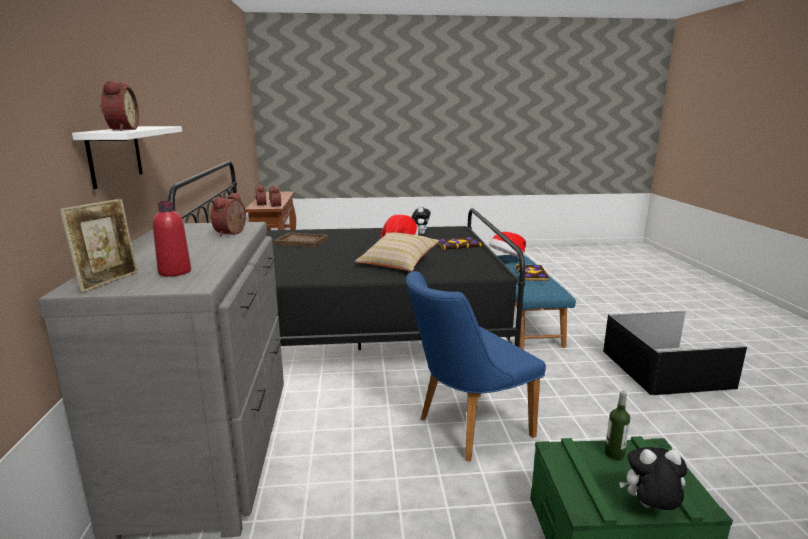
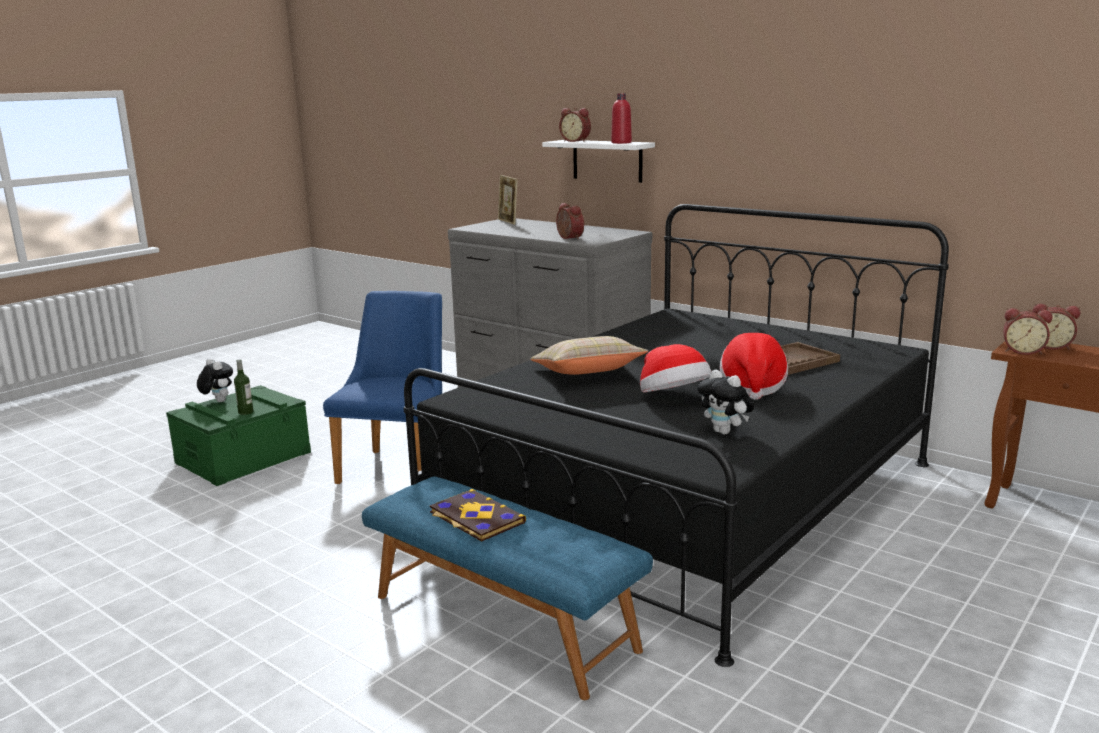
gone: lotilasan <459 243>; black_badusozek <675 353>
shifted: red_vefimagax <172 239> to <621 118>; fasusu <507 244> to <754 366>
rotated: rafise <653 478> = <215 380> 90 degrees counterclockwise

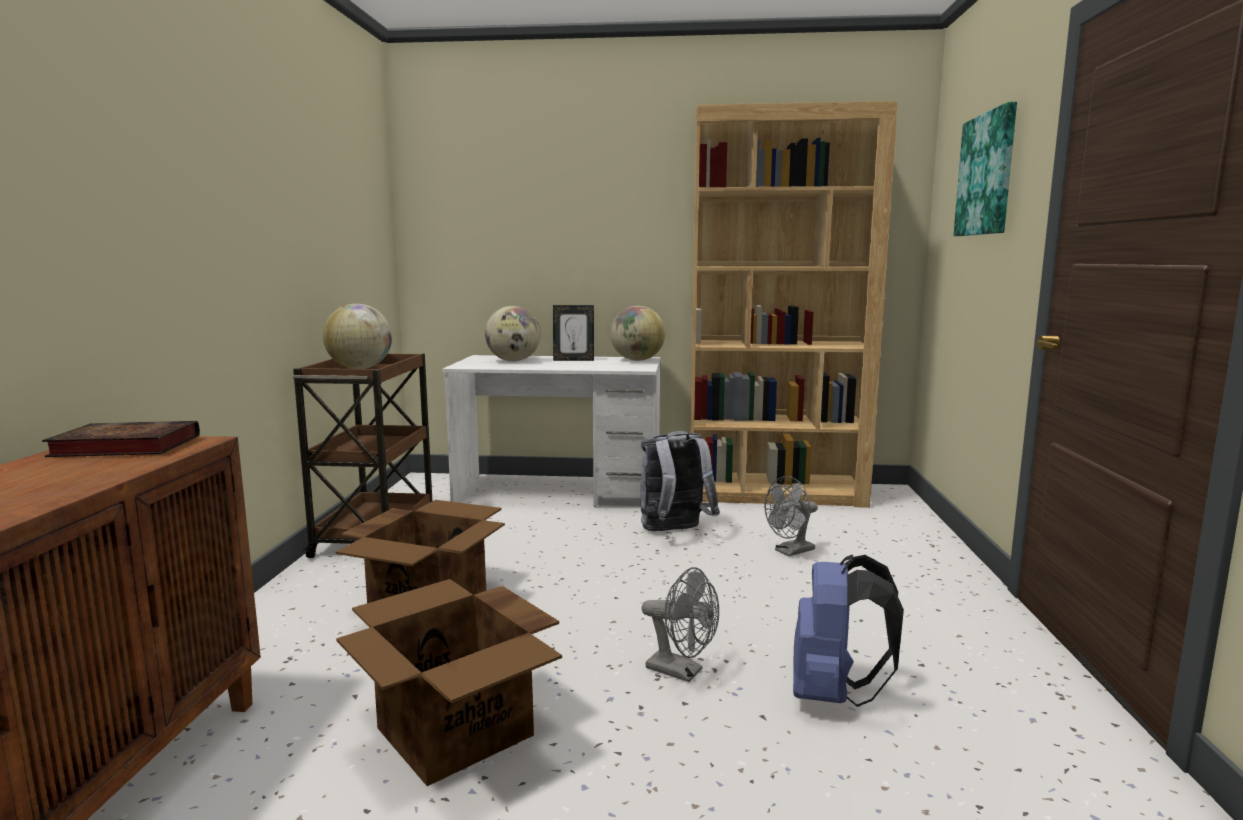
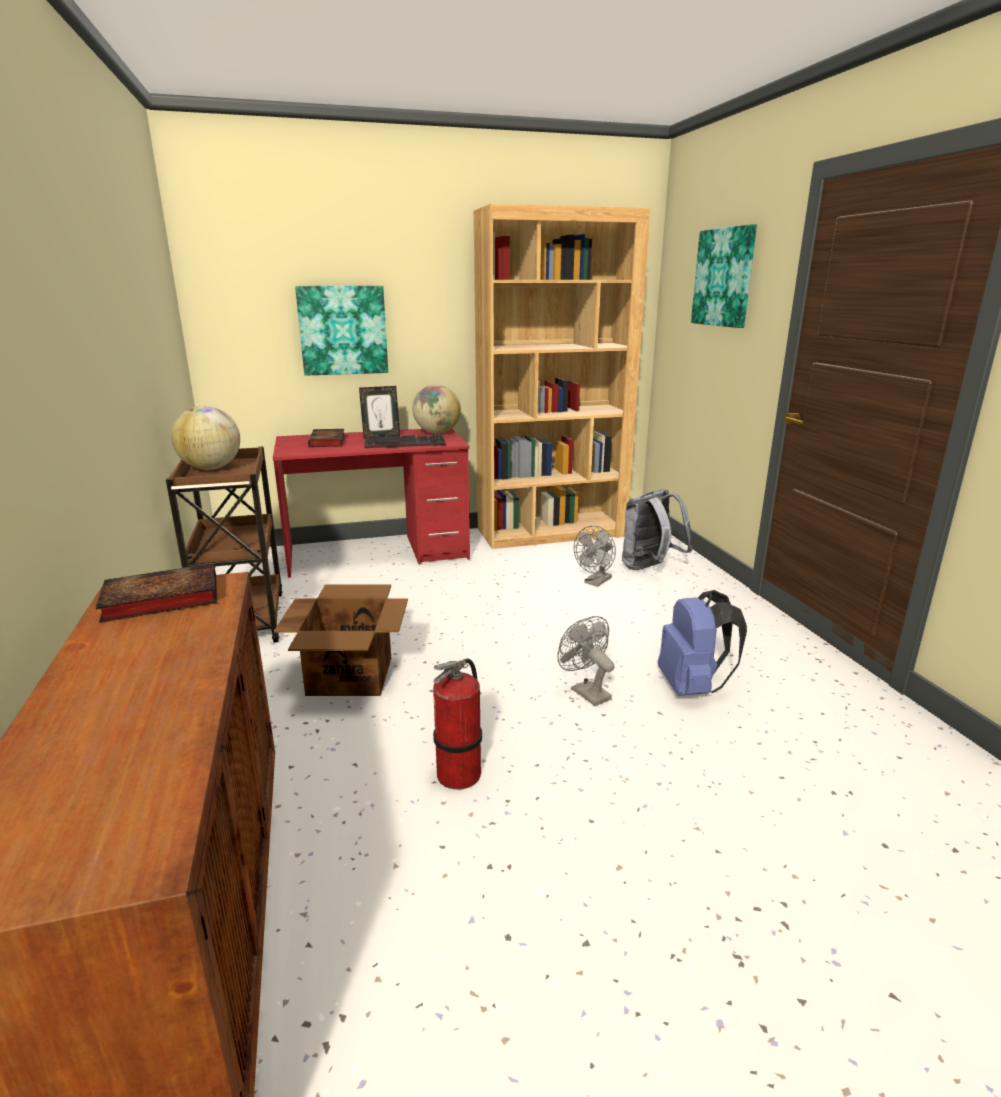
new: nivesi <341 331>; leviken <405 441>
shifted: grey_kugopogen <680 481> to <657 529>
swapped: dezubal <513 333> to lotilasan <326 438>; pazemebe <449 682> to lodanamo <457 724>
repainted: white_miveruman <551 431> to red_miveruman <371 503>
rotated: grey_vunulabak <680 624> = <585 661> 135 degrees counterclockwise

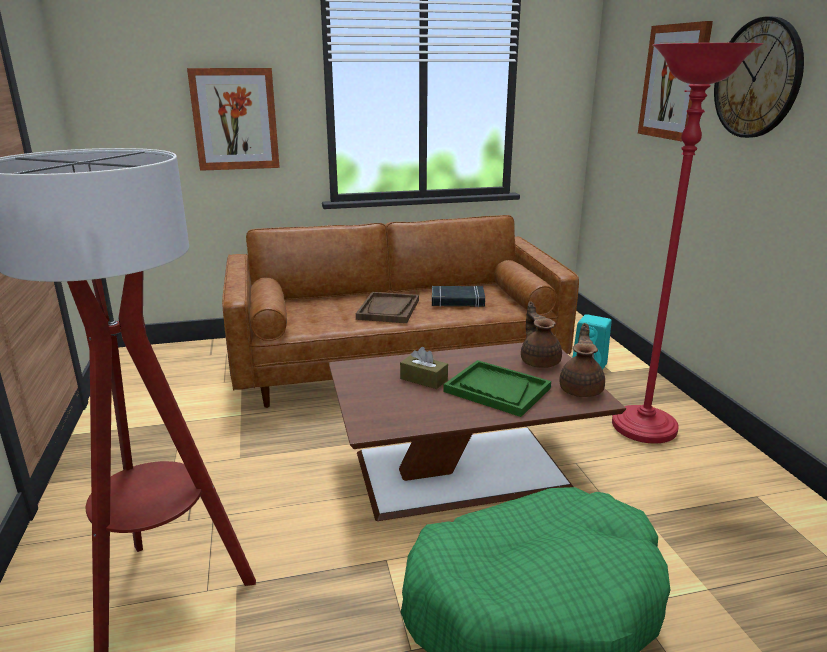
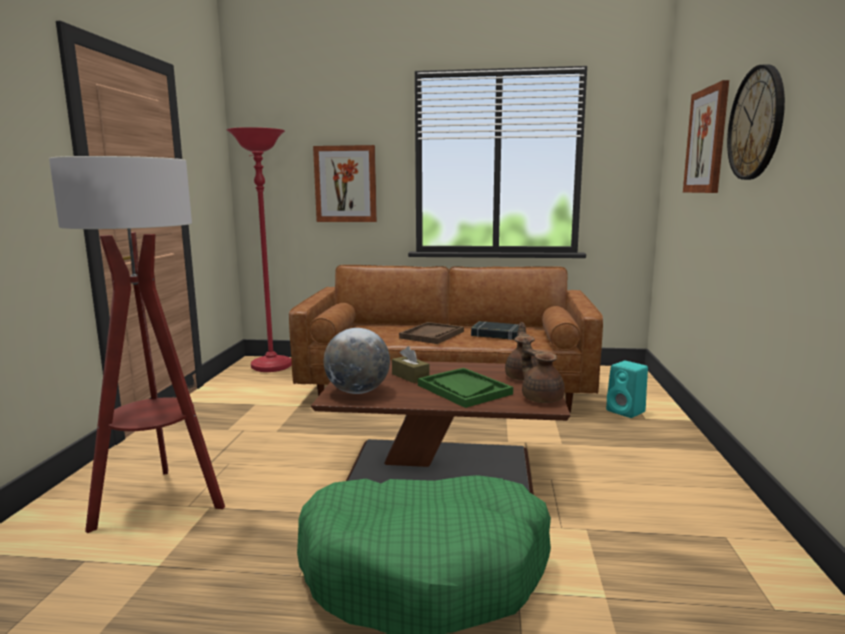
new: dezubal <357 361>
shifted: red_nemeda <687 243> to <259 249>
rotated: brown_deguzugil <582 360> = <543 370> 60 degrees counterclockwise

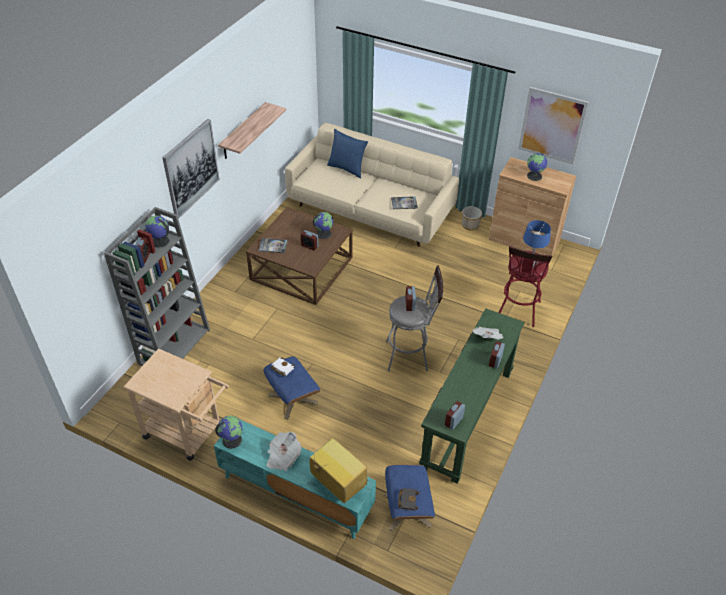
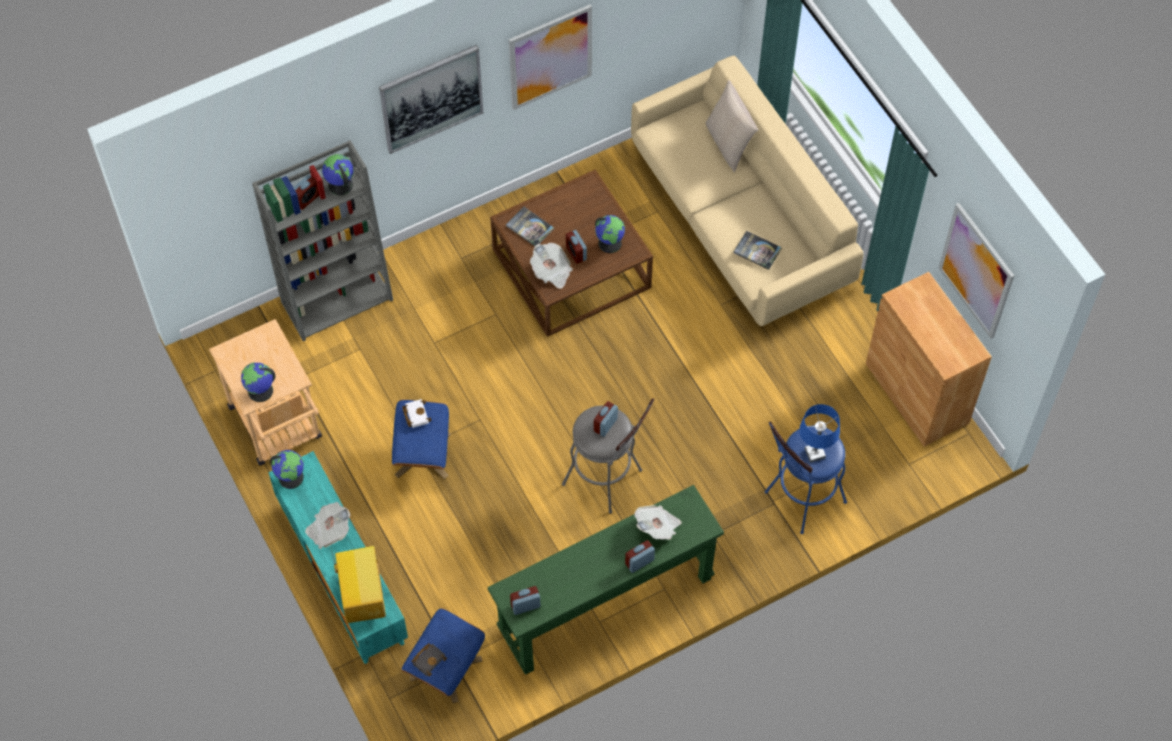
gone: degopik <472 218>
new: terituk <551 266>
shifted: dezubal <537 167> to <258 382>
swapped: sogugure <252 130> to nivesi <550 57>
repainted: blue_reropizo <347 154> to beige_reropizo <732 126>; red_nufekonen <526 286> to blue_nufekonen <806 478>

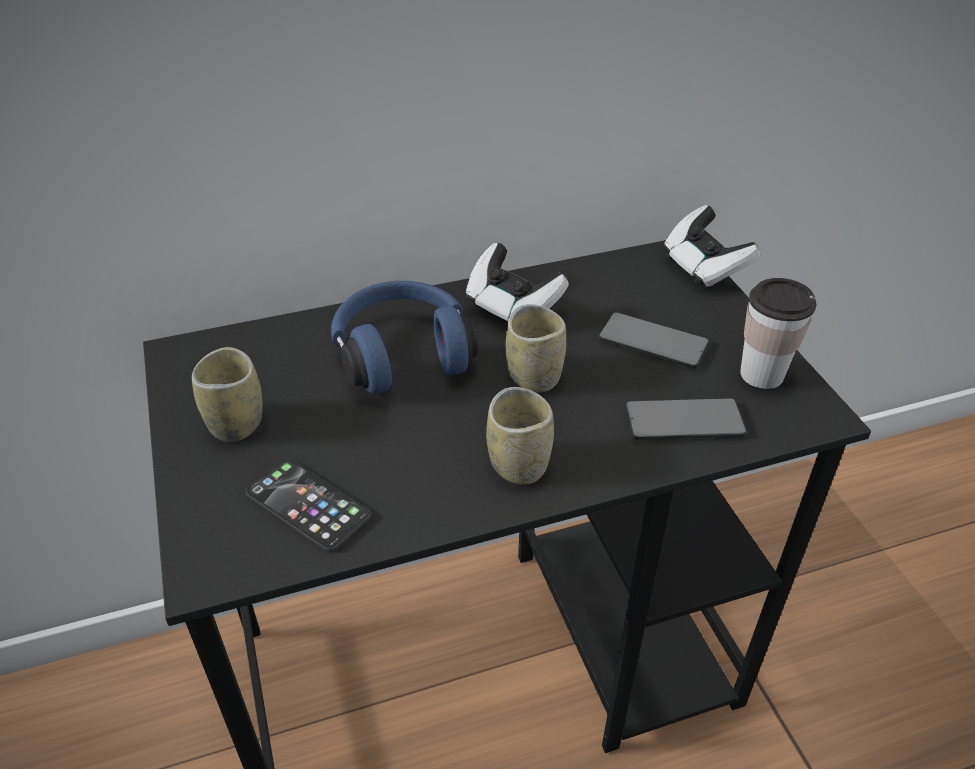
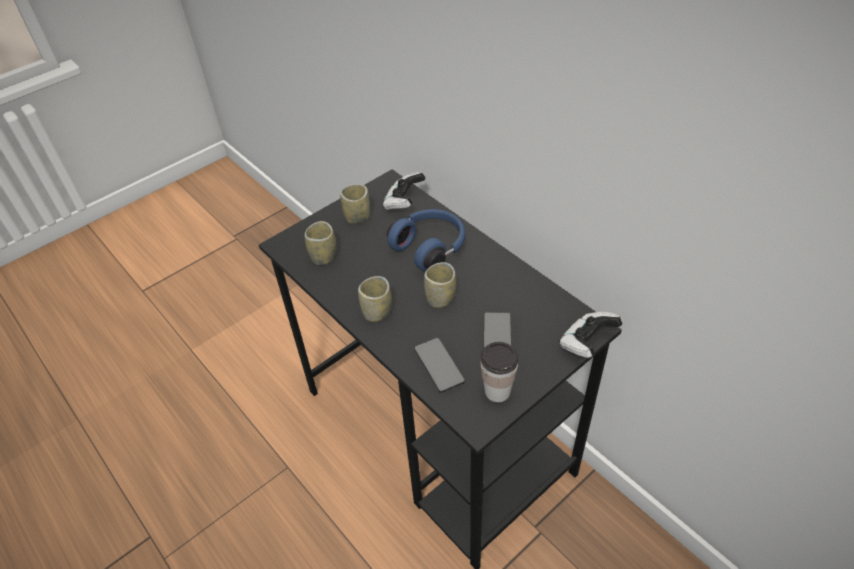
shifted: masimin <517 283> to <403 191>
swapped: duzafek <308 505> to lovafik <320 243>

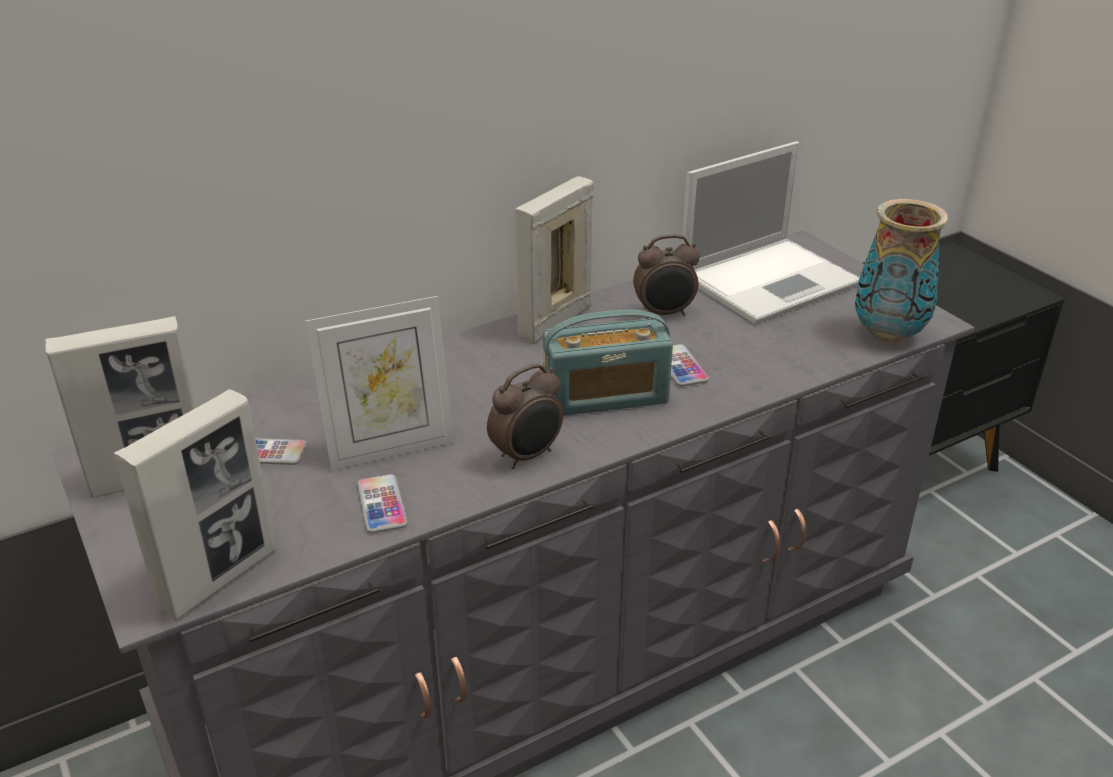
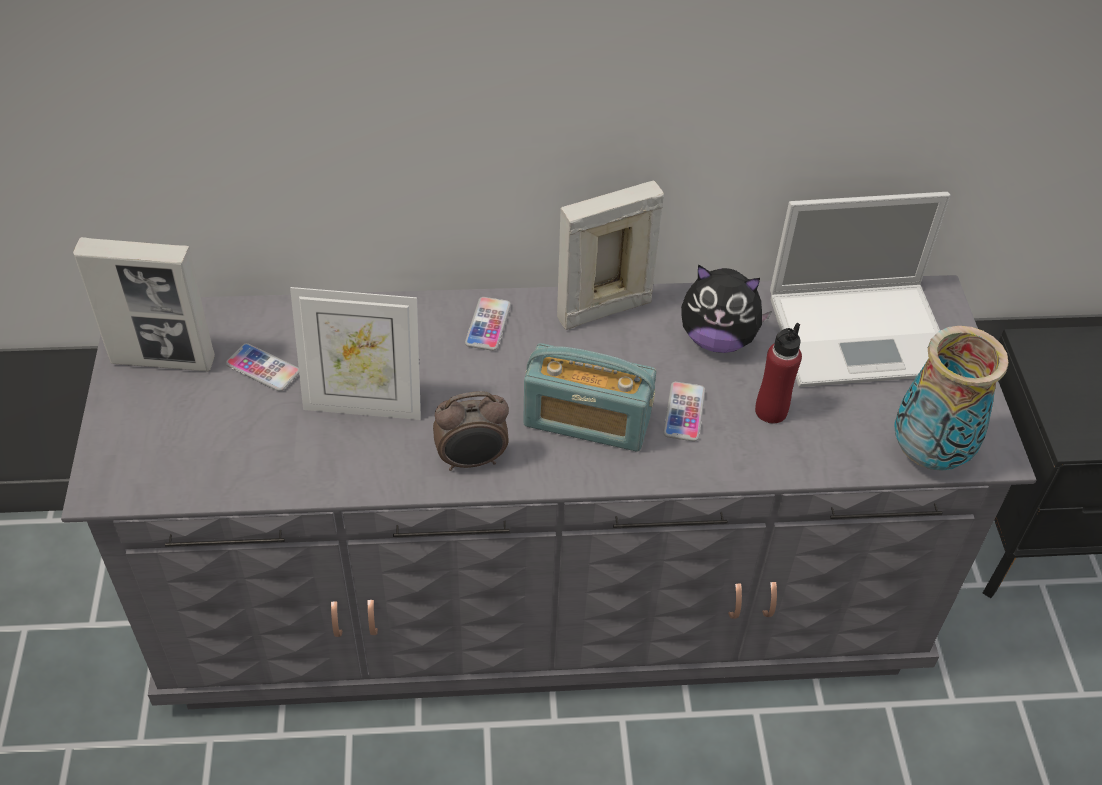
gone: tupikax <194 504>
new: red_vefimagax <778 373>
shifted: duzafek <382 503> to <488 324>
swapped: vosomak <666 276> to rafise <726 308>

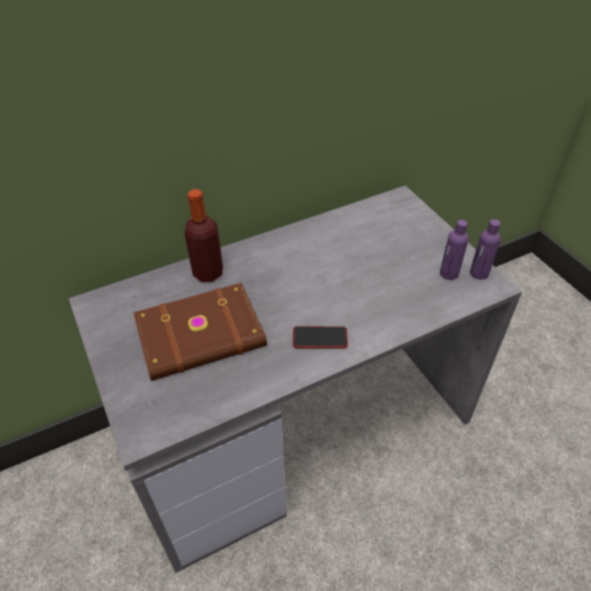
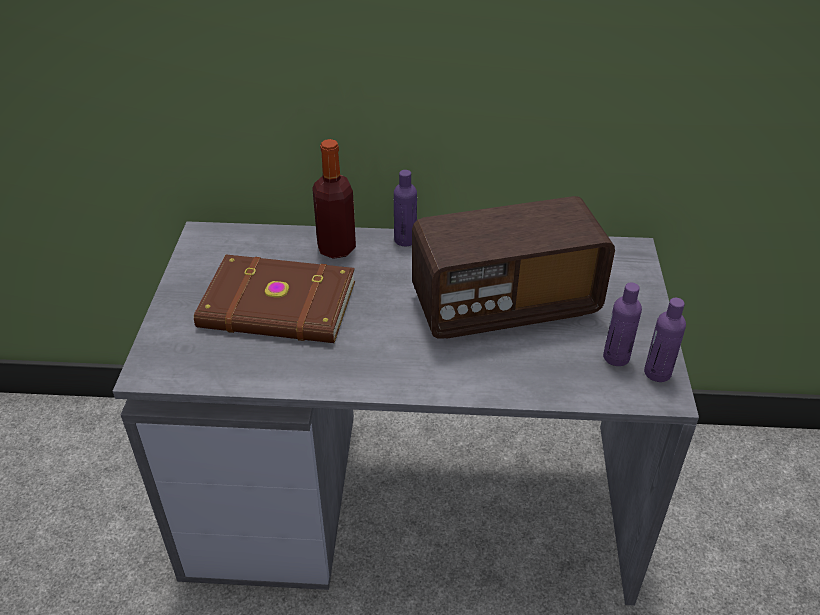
gone: duzafek <320 337>
new: purple_vefimagax <405 208>; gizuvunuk <513 267>

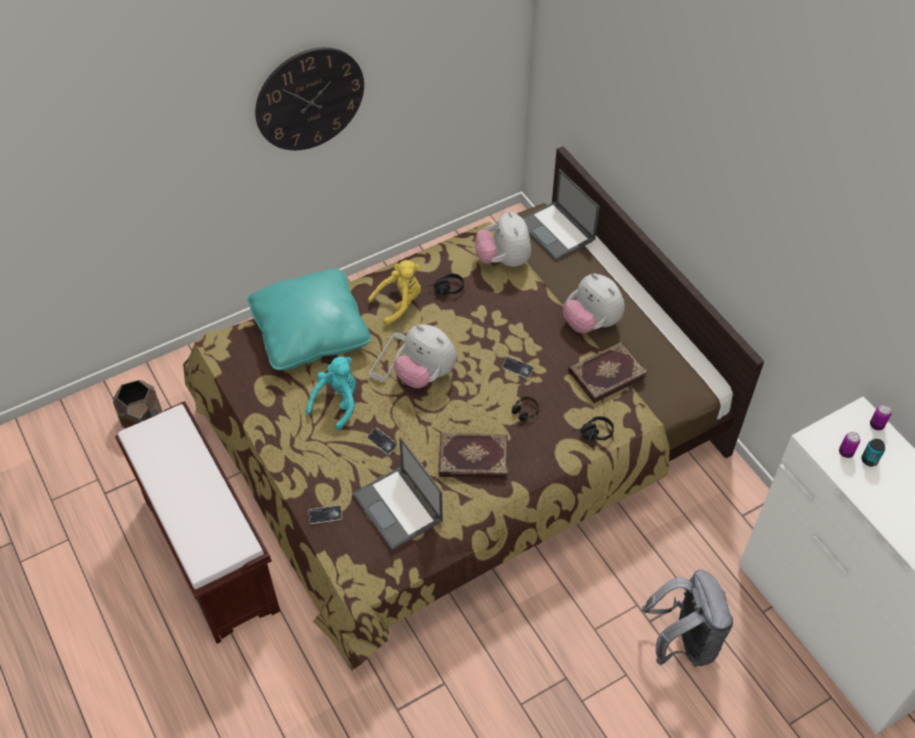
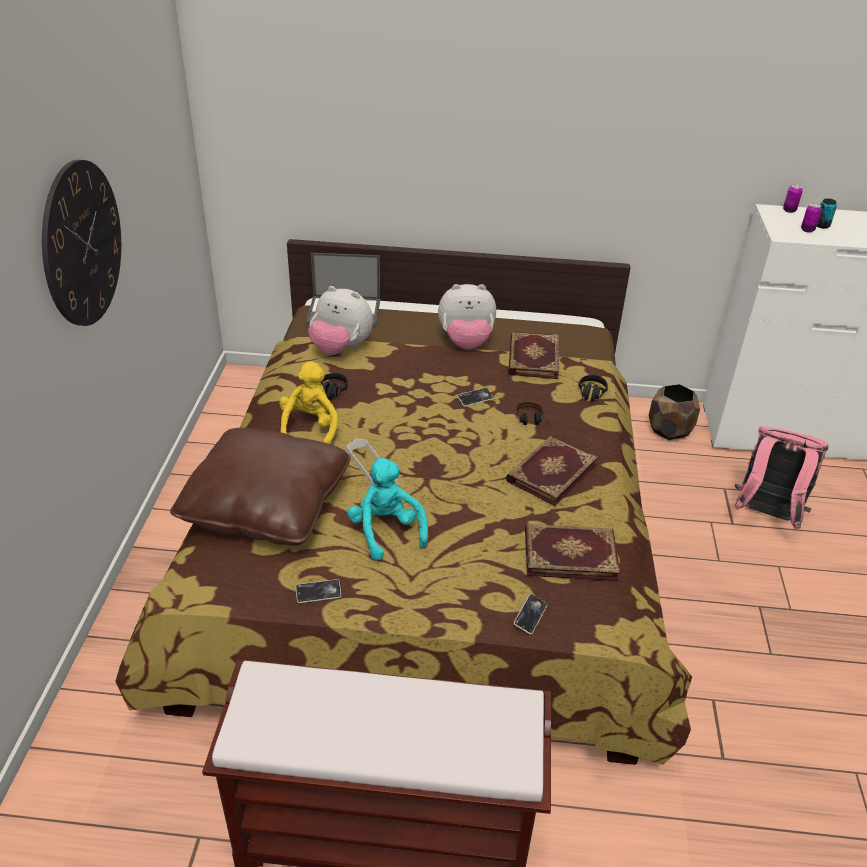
gone: rafise <425 356>
shifted: duzafek <382 441> to <318 591>; brown_degopik <137 404> to <674 412>
swapped: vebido <397 493> to lotilasan <572 552>
repainted: turquoise_reropizo <309 319> to brown_reropizo <260 487>; grey_kugopogen <687 618> to pink_kugopogen <781 477>

